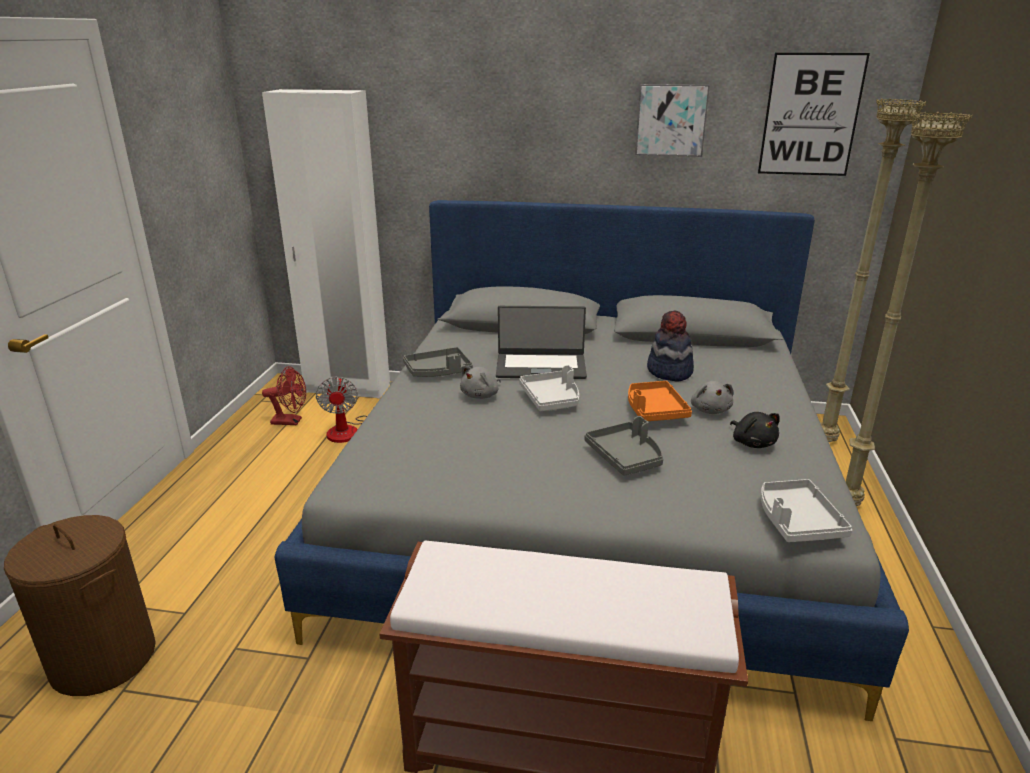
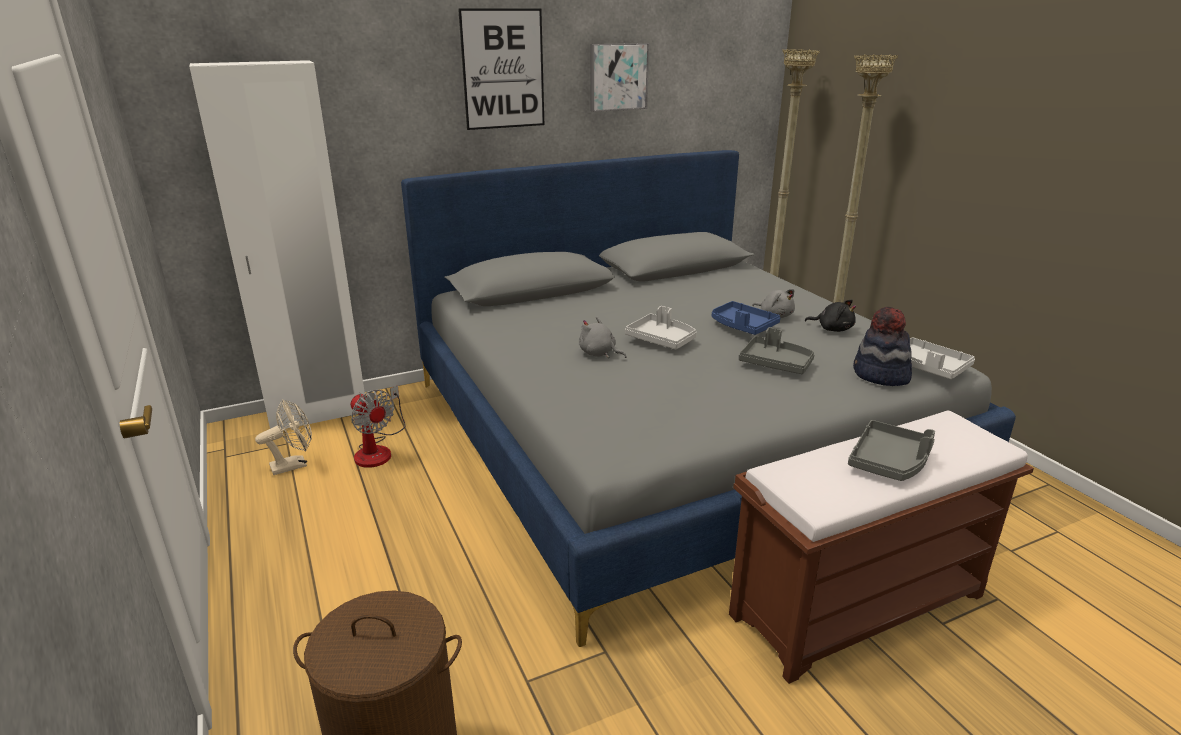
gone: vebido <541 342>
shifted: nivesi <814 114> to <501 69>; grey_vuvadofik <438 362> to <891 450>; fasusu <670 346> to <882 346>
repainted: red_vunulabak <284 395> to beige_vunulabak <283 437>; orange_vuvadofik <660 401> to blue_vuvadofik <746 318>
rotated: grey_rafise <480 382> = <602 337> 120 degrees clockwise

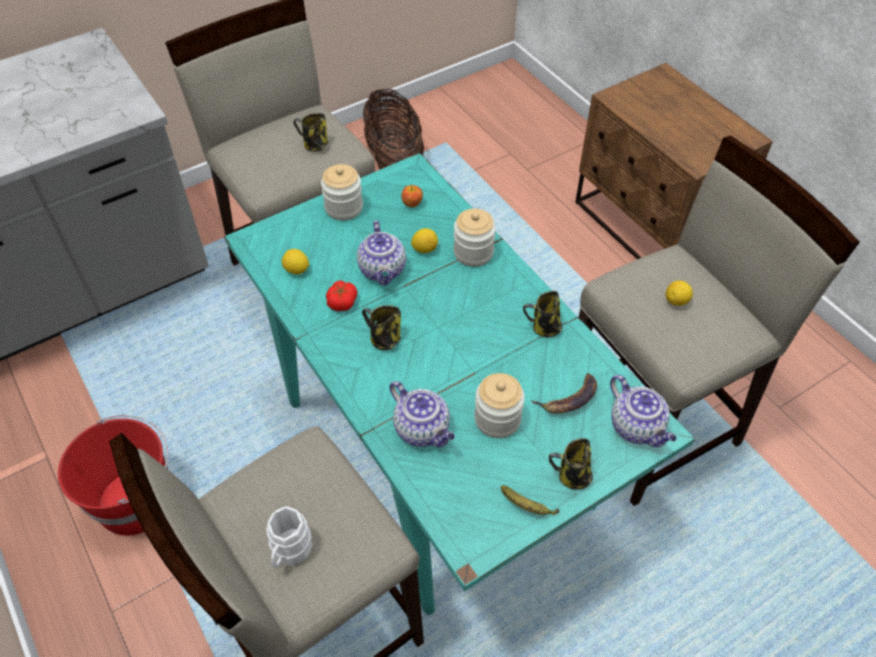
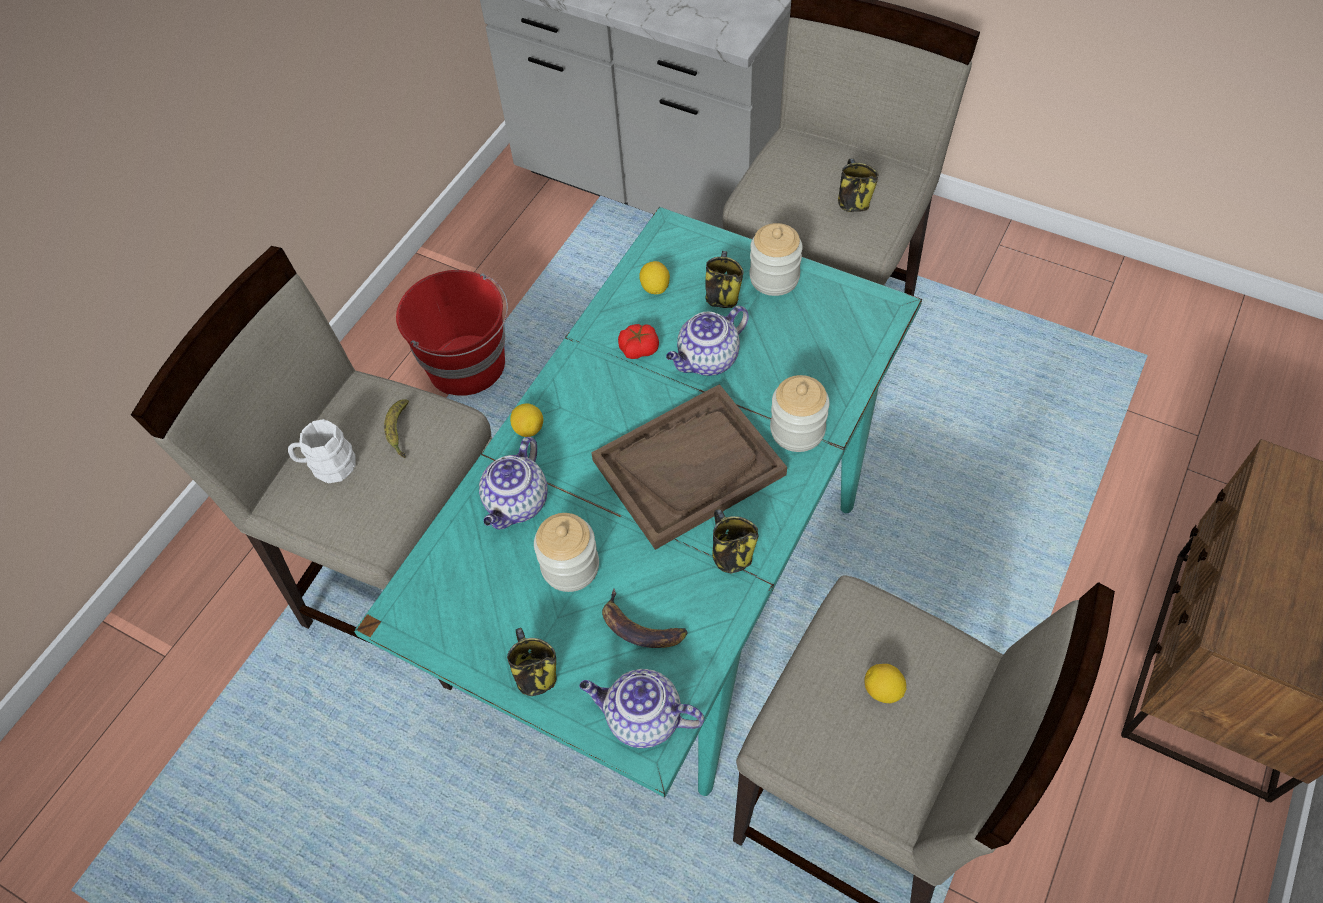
gone: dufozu <393 128>; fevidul <412 196>
new: brown_vuvadofik <689 467>
shifted: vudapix <530 500> to <396 428>; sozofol <424 240> to <526 420>; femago <381 327> to <724 279>
rotated: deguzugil <643 411> = <641 708> 75 degrees clockwise

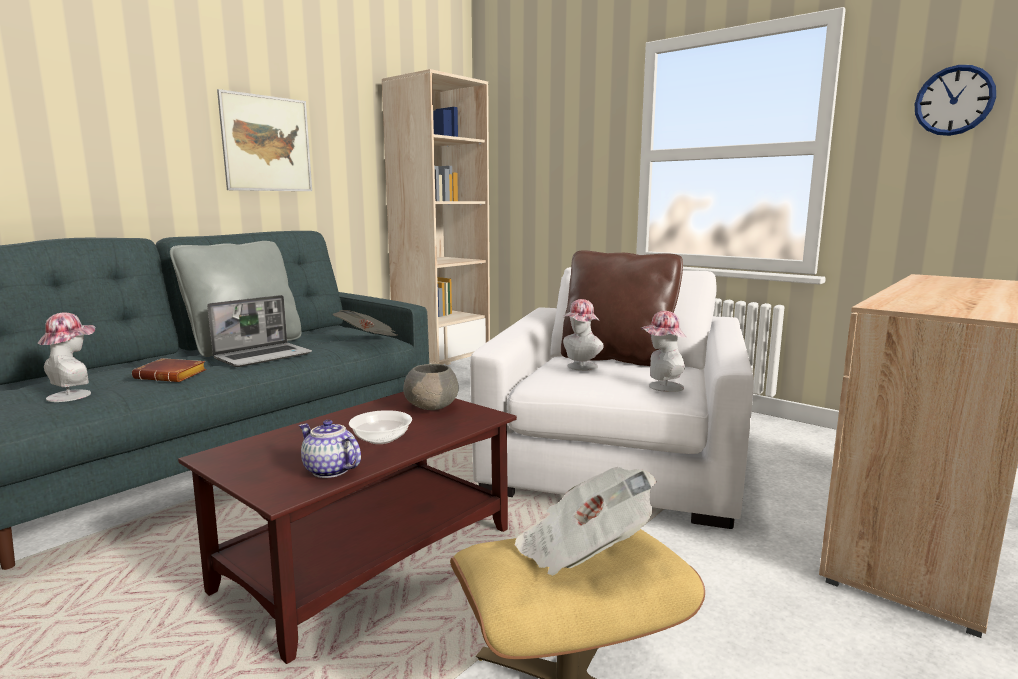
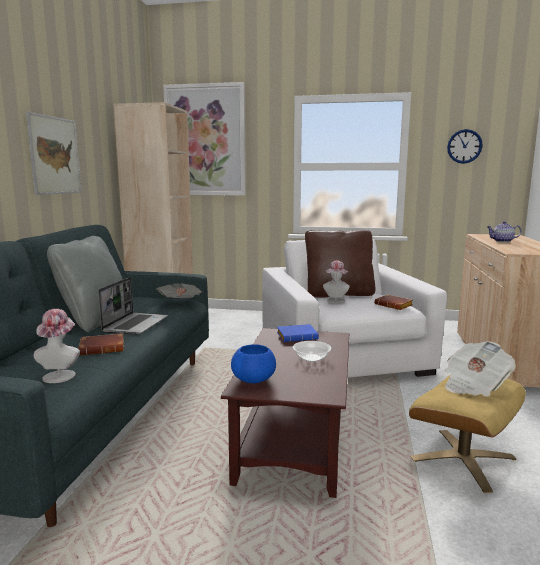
new: nivesi <204 139>; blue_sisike <253 363>
shifted: deguzugil <330 449> to <504 231>
swapped: grey_sisike <431 387> to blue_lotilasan <298 333>; fasusu <663 351> to brown_lotilasan <393 302>

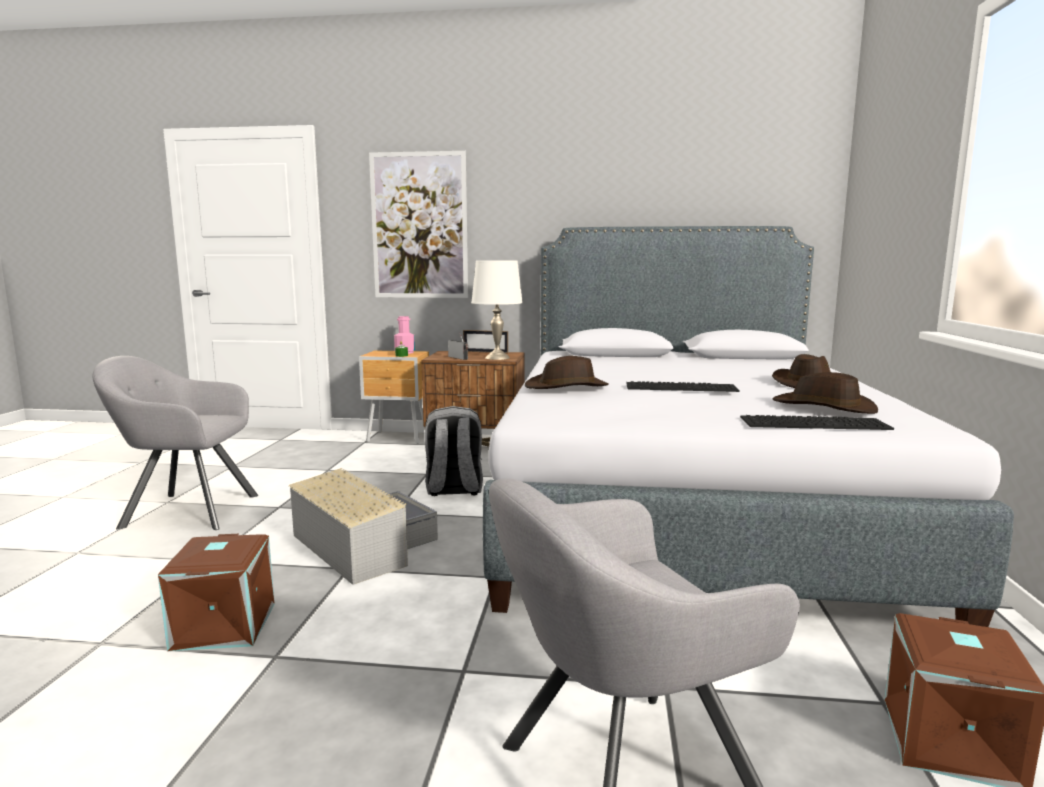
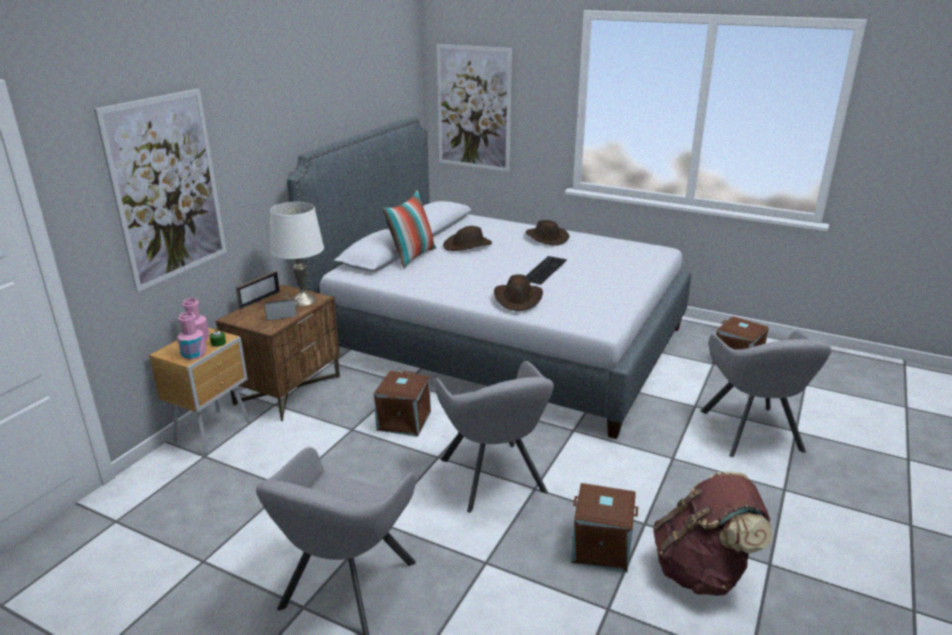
gone: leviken <817 422>
new: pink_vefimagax <192 336>; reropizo <409 229>; nivesi <474 108>; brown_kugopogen <712 533>
shifted: brown_fasusu <825 393> to <467 238>
swapped: grey_kugopogen <454 451> to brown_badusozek <402 404>; grey_badusozek <363 526> to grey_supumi <494 437>

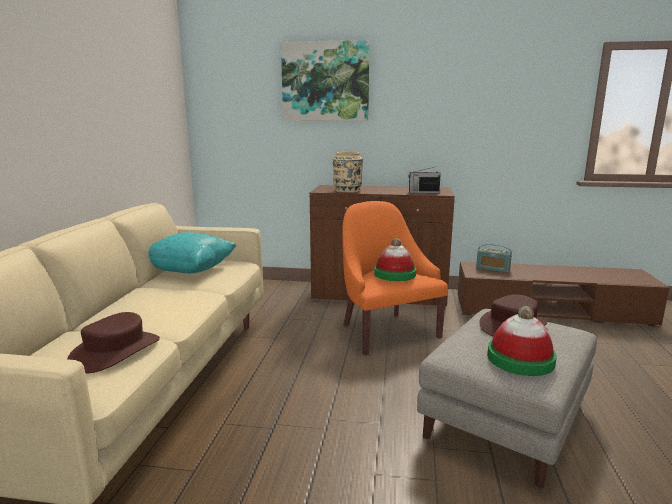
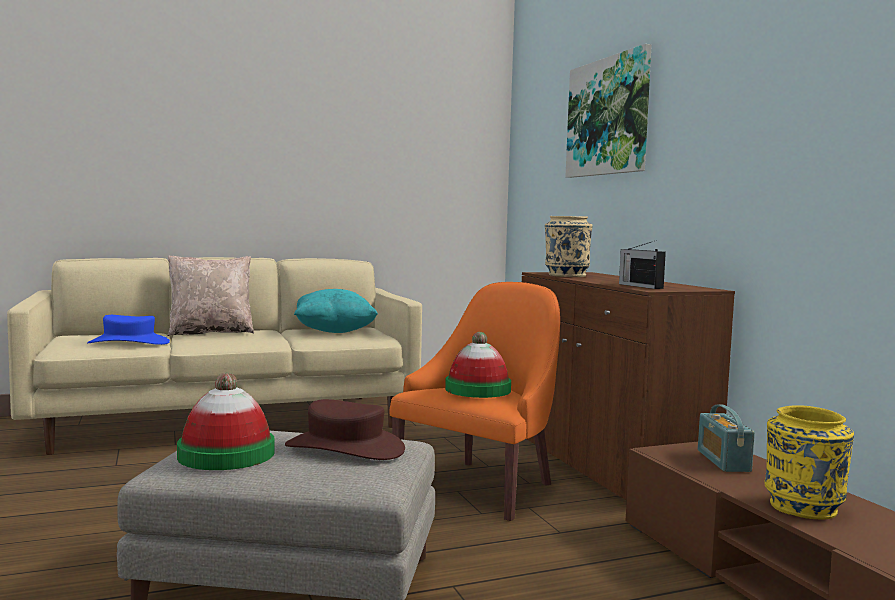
new: beige_reropizo <210 295>; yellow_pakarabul <809 462>
repainted: brown_fasusu <113 343> to blue_fasusu <128 330>

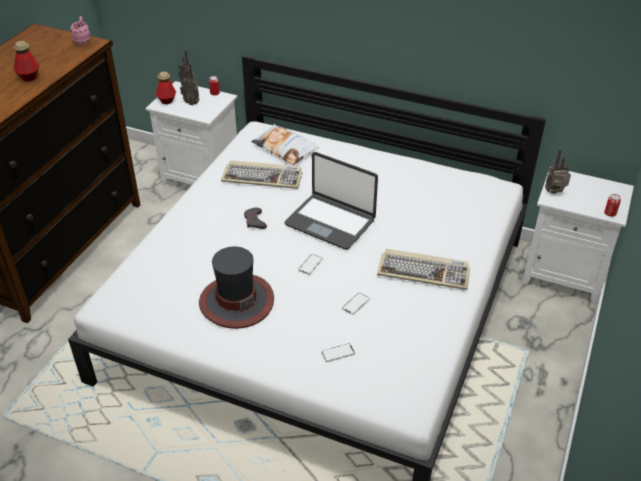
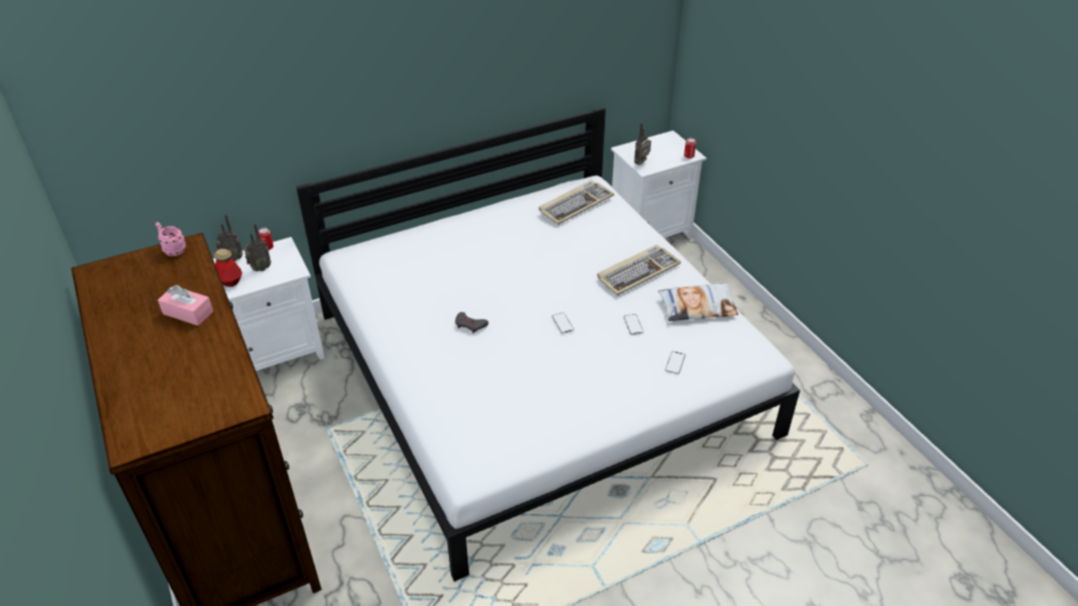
gone: fasusu <236 288>; vebido <331 201>
shifted: leviken <261 174> to <576 202>; reropizo <285 144> to <698 302>
swapped: vefimagax <26 61> to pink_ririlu <185 305>

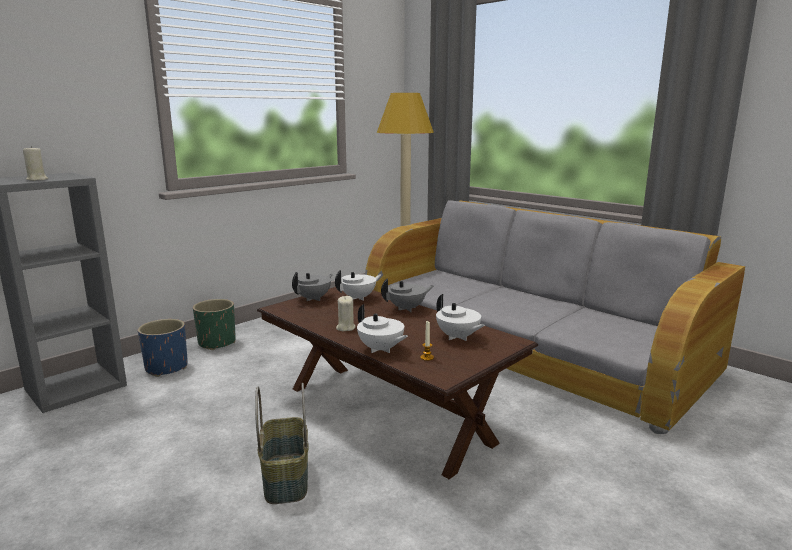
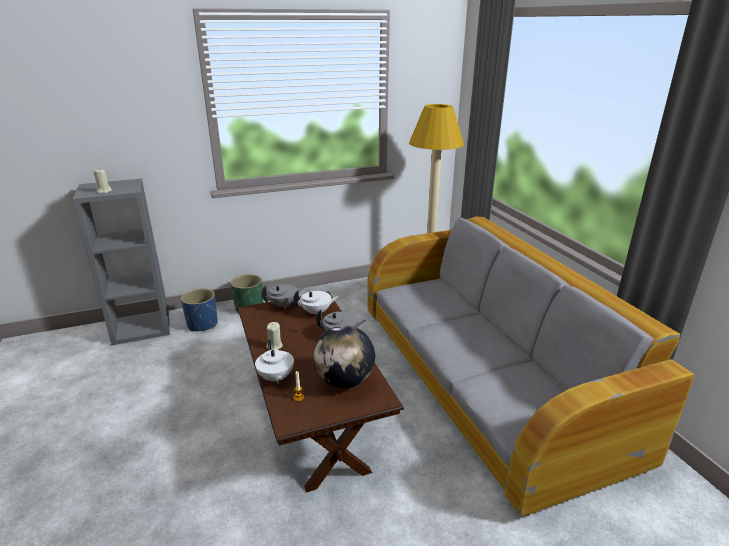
gone: dufozu <282 443>
swapped: white_deguzugil <460 317> to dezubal <344 356>

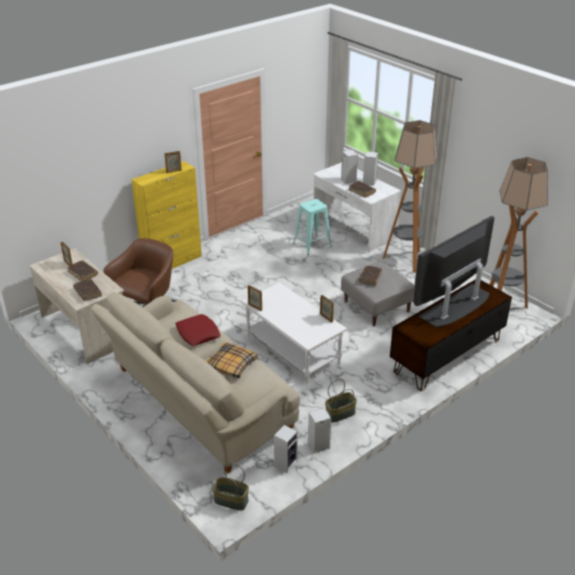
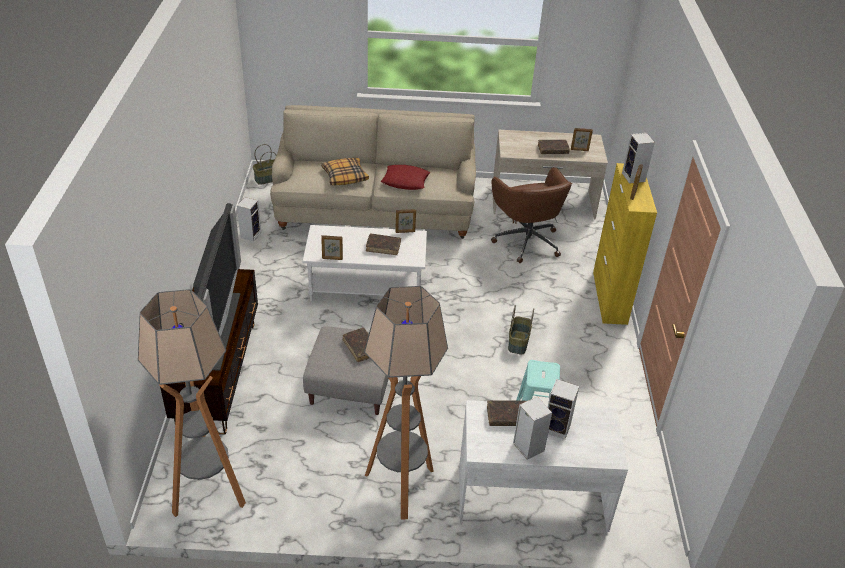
shifted: brown_lotilasan <87 290> to <383 244>; dufozu <341 400> to <521 330>; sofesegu <286 449> to <638 158>

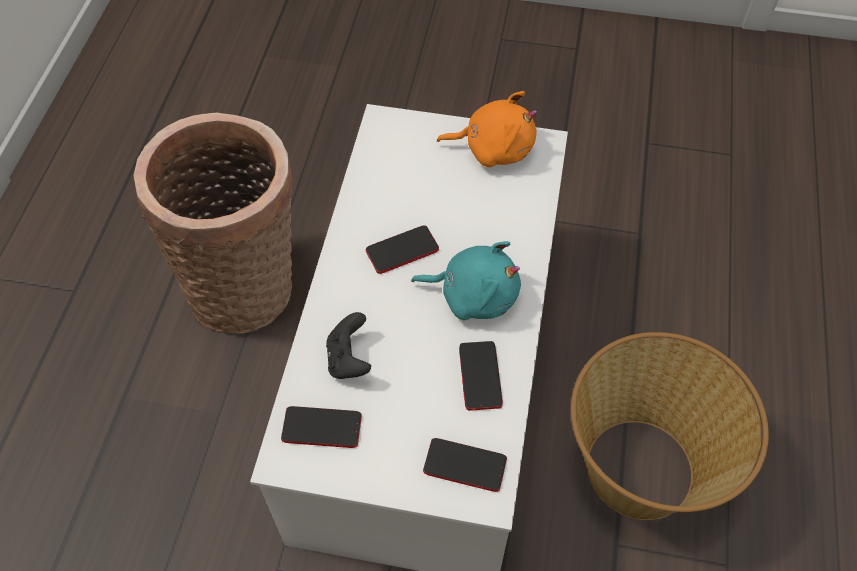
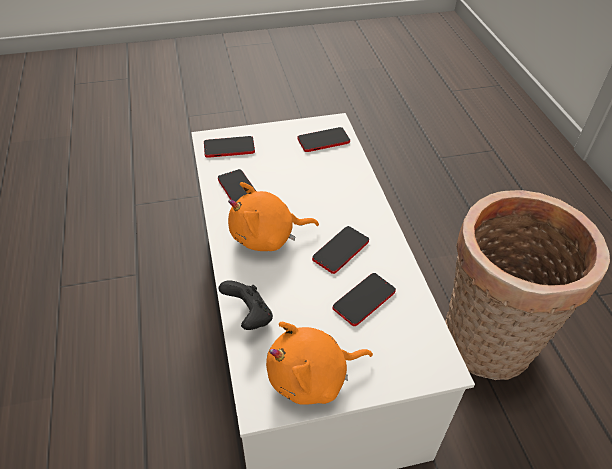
gone: dufozu <670 426>
new: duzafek <364 299>
shifted: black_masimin <348 345> to <245 305>
repainted: turquoise_rafise <466 280> to orange_rafise <273 216>

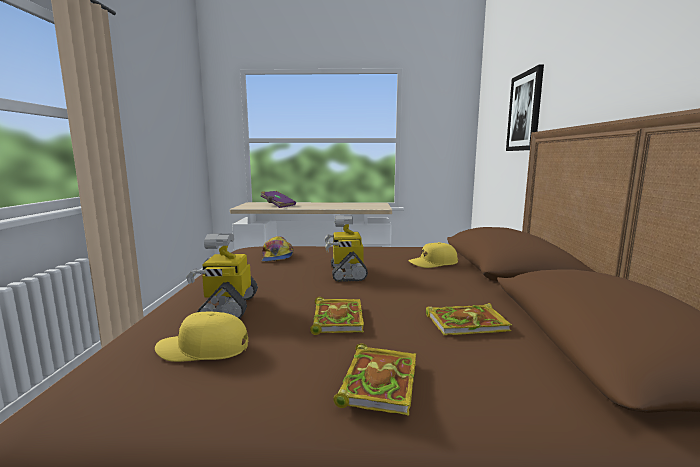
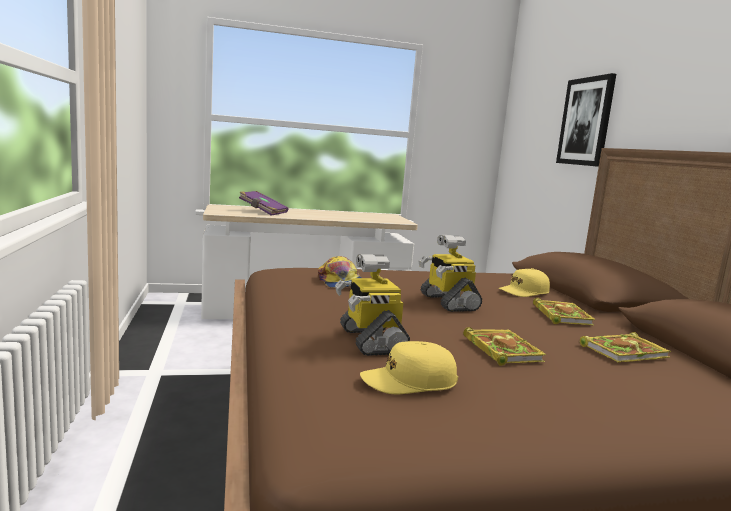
shifted: lotilasan <374 379> to <564 312>

